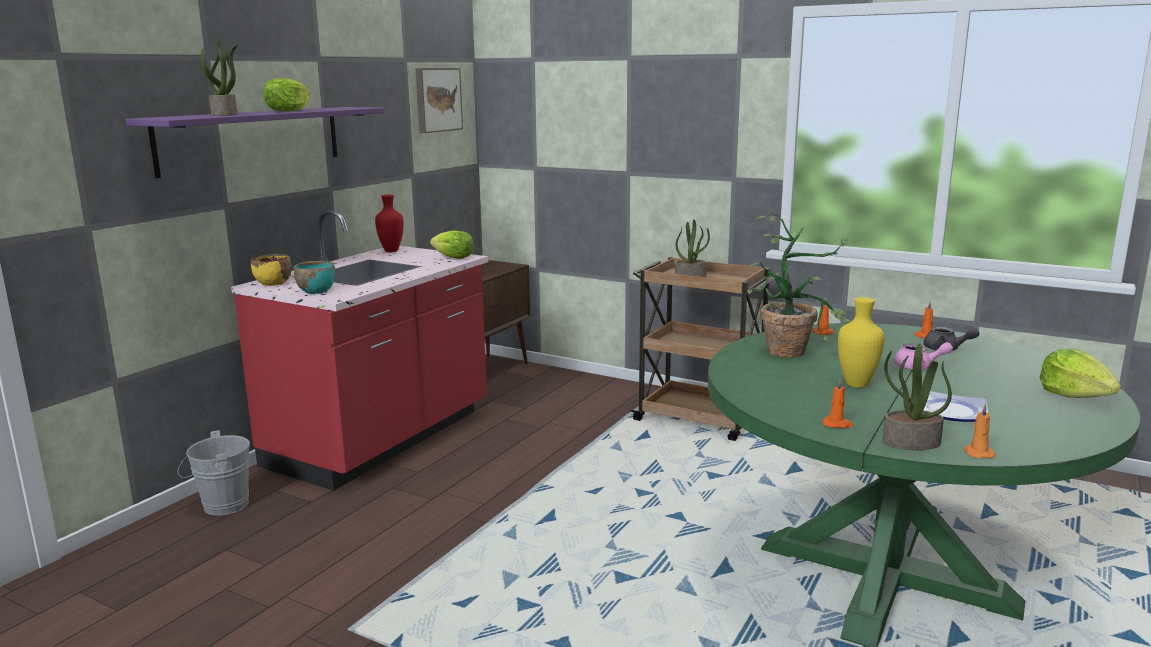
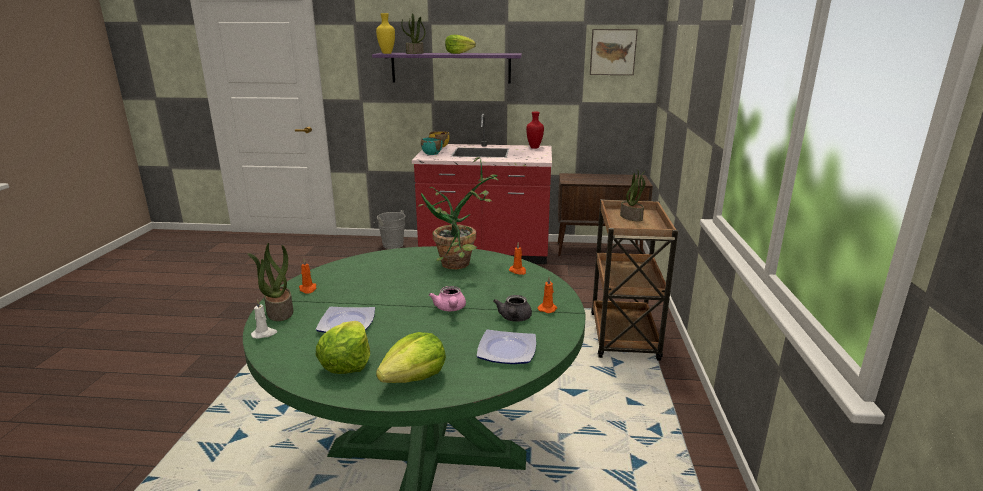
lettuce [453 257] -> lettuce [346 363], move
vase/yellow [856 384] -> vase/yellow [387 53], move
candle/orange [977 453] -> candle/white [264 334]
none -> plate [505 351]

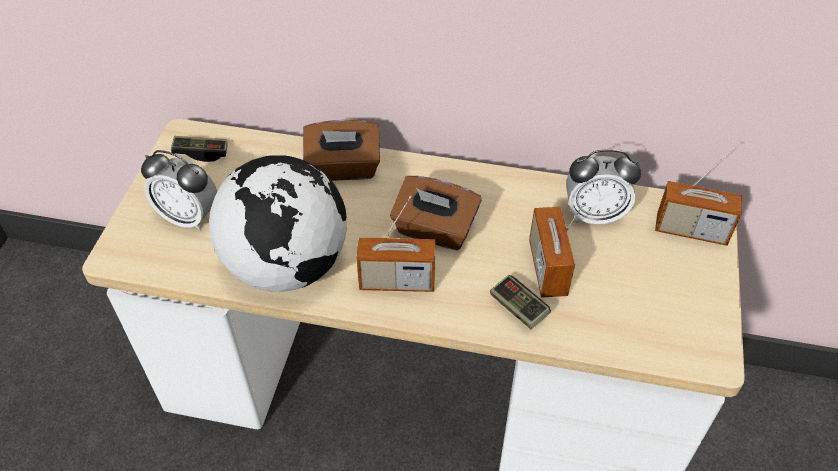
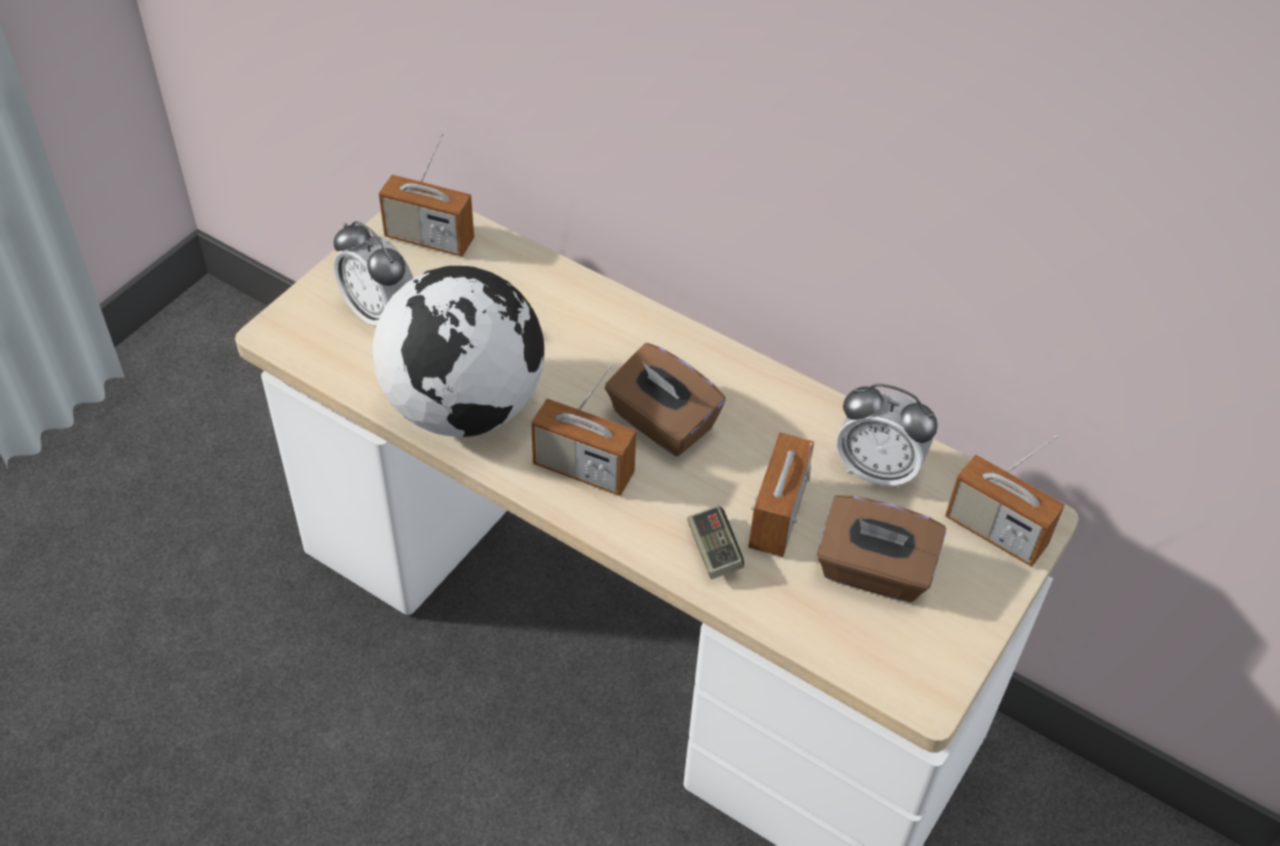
game controller [201 153] -> radio [429 239]
tissue box/brown [343 168] -> tissue box/brown [873 571], move

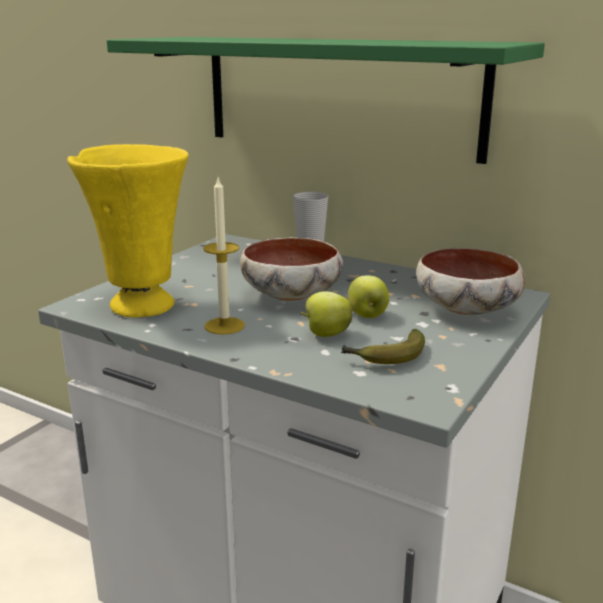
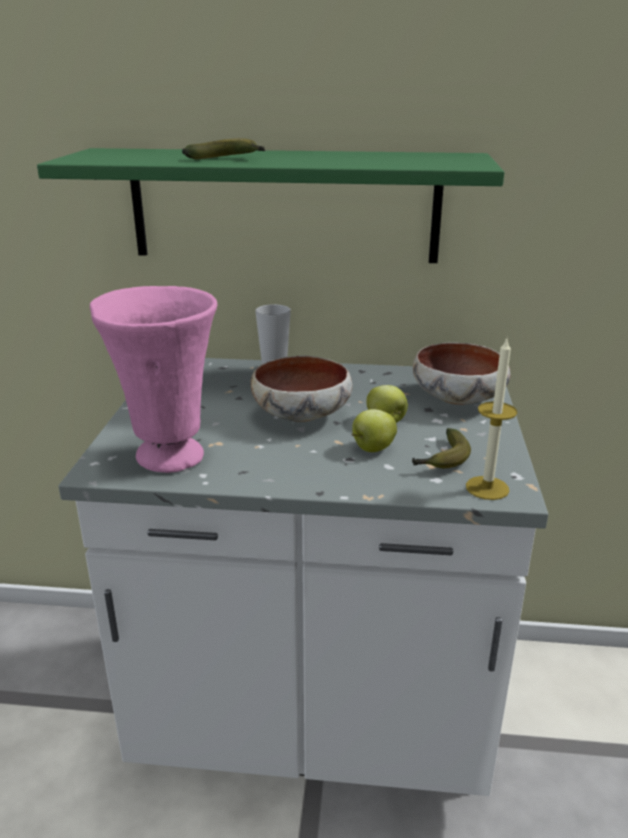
vase/yellow [142 305] -> vase/pink [168 455]
candle [224 326] -> candle [487 488], move
none -> banana [228 159]

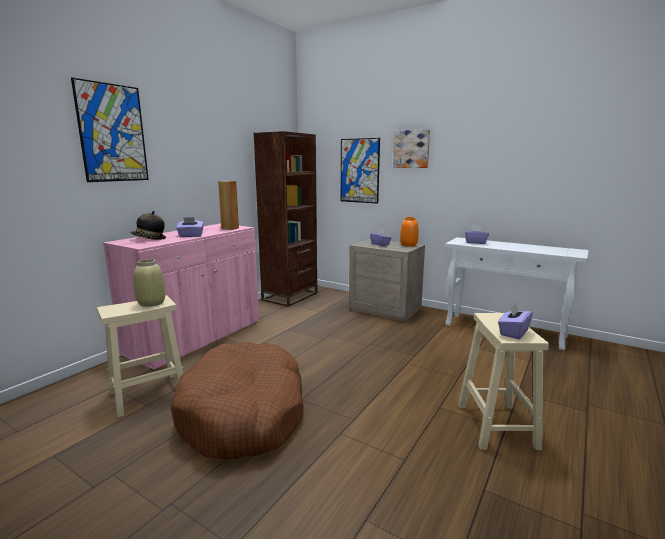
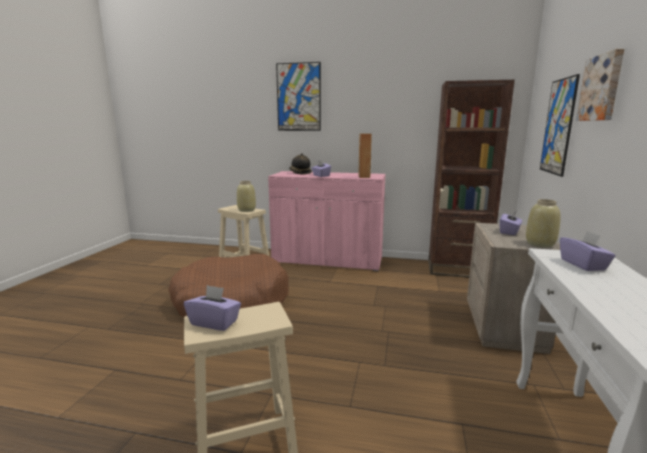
vase/orange [409 245] -> vase/beige [540 244]

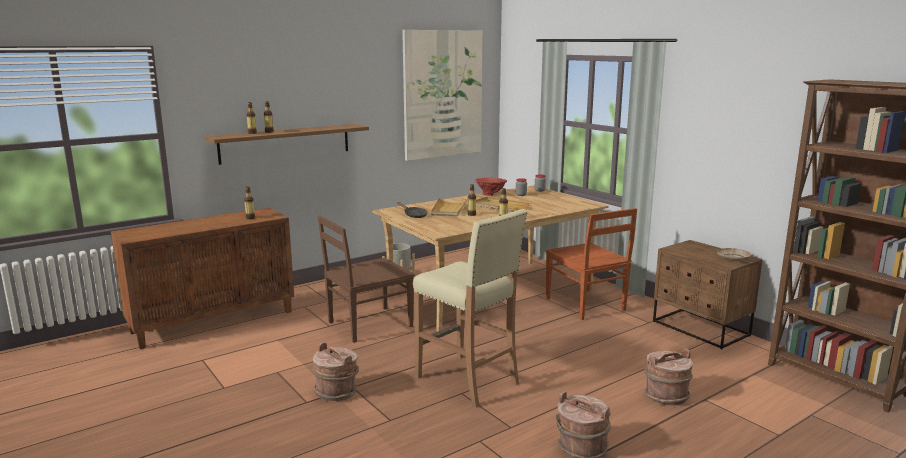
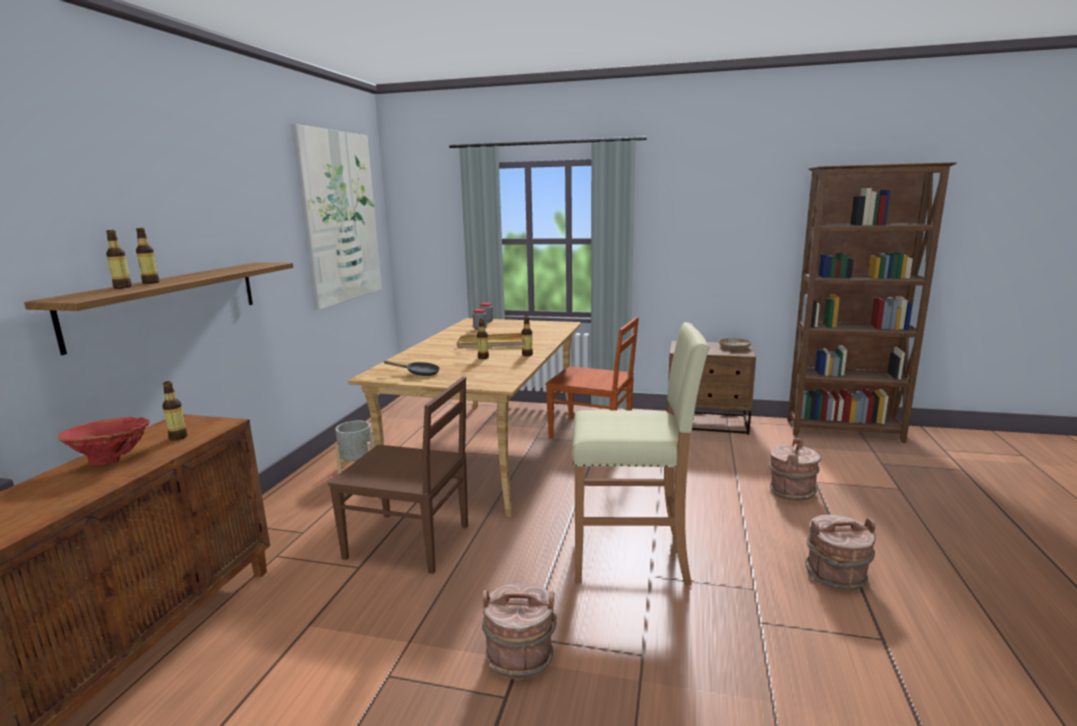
chair/brown [368 324] -> chair/brown [410 542], 90 degrees counterclockwise
tray/beige [449 209] -> none
vase/red [490 195] -> vase/red [112 461], move

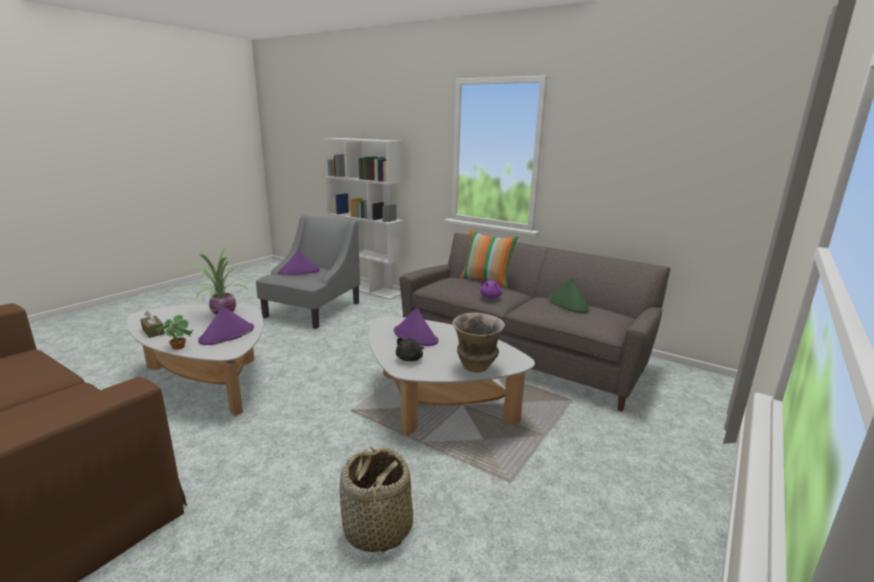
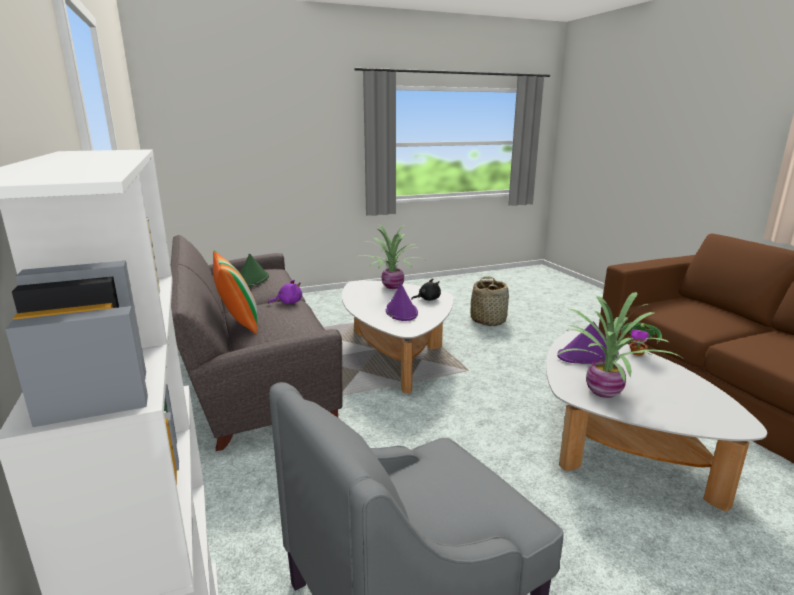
tissue box/brown [153 331] -> none
hat/purple [299 271] -> none
vase [476 368] -> potted plant [391 286]

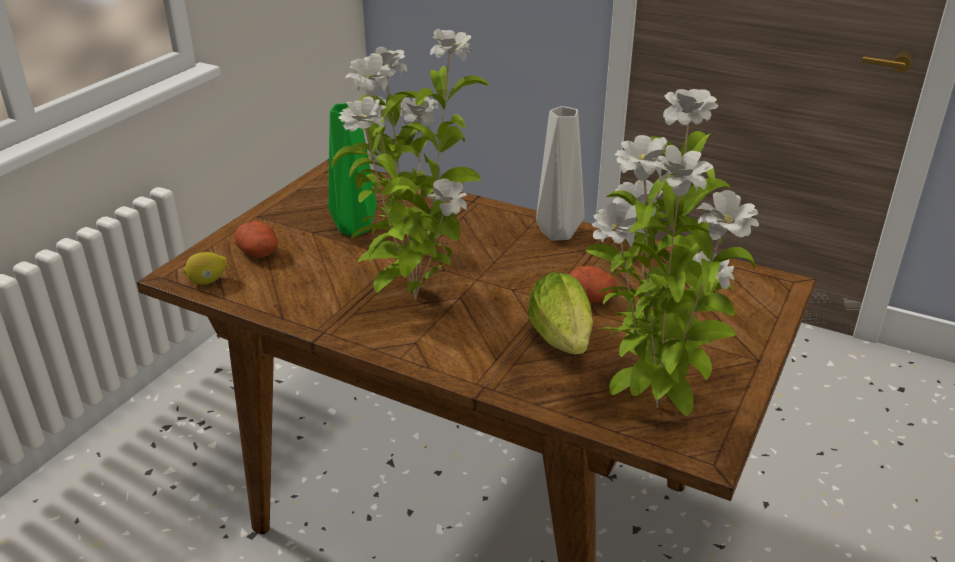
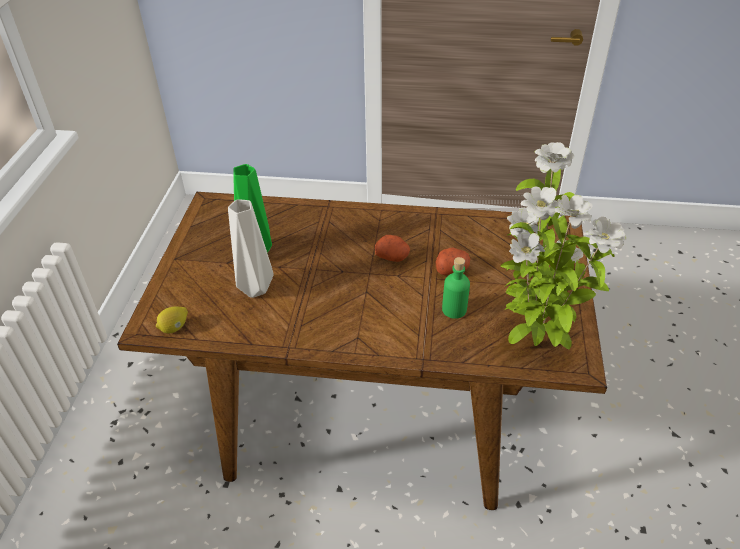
potato [259 253] -> potato [393 256], move
potted plant [412 297] -> none
lettuce [563 343] -> bottle/green [454 309]
vase/grey [558 235] -> vase/grey [255 290], move

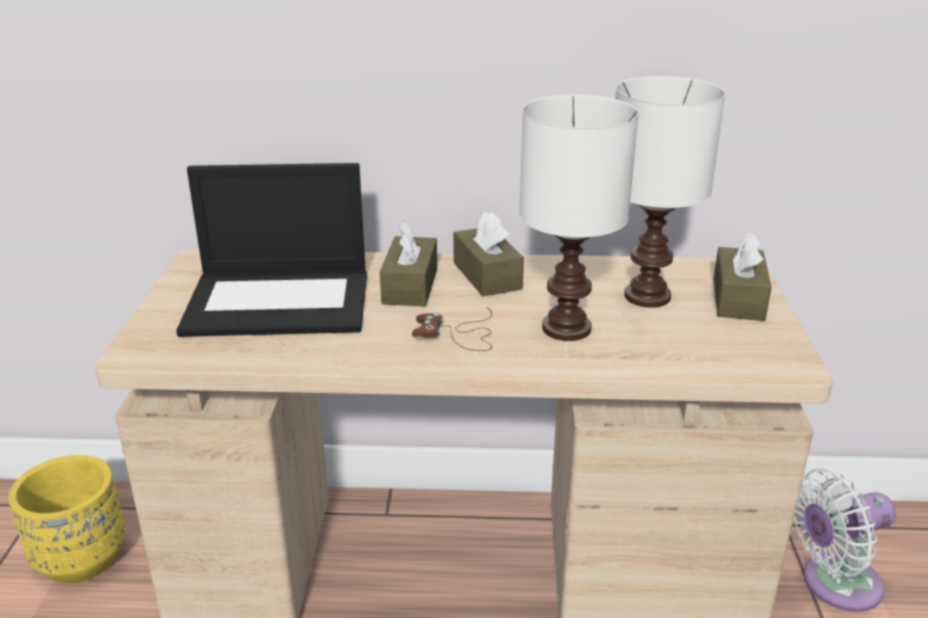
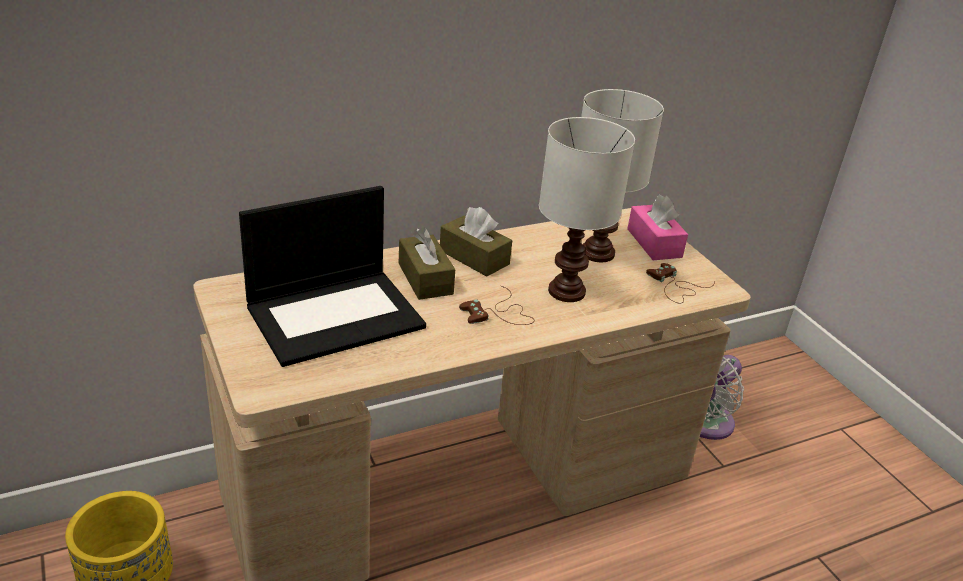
tissue box/brown [738 299] -> tissue box/pink [654 243]
none -> game controller/brown [675 287]

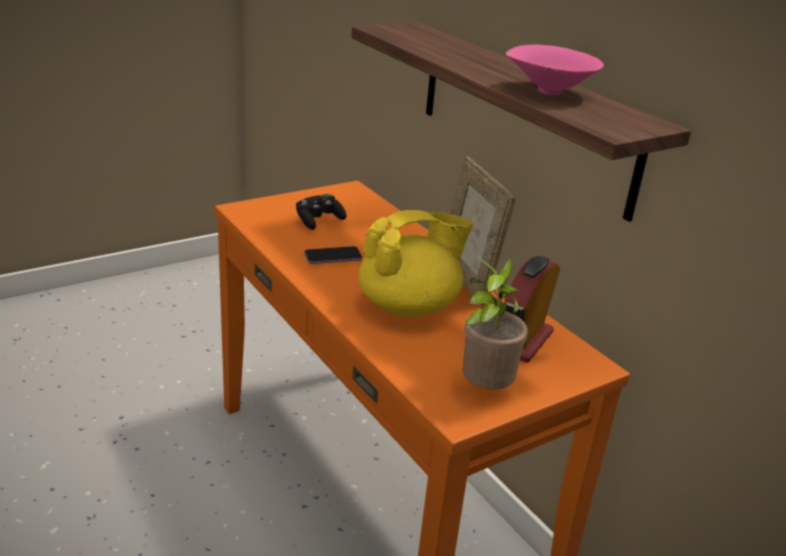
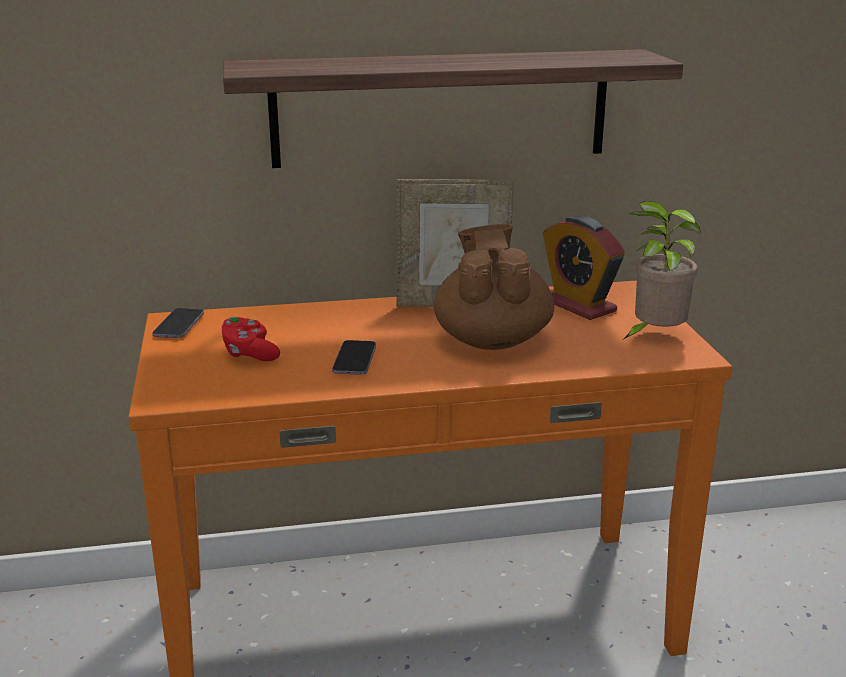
game controller/black [319 221] -> game controller/red [249 353]
teapot/yellow [409 306] -> teapot/brown [492 340]
bowl/pink [547 92] -> none
none -> phone [179 325]

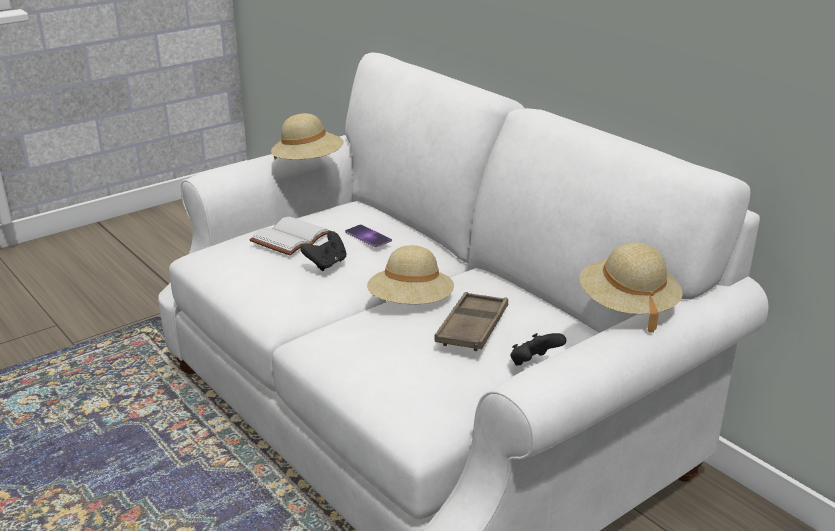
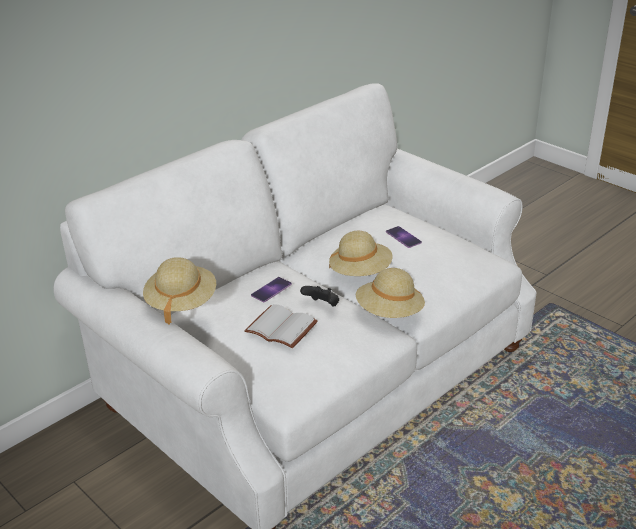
tray/brown [472 327] -> phone [403 237]
game controller/black [534 363] -> none
hat/beige [627 307] -> hat/beige [389 312], move

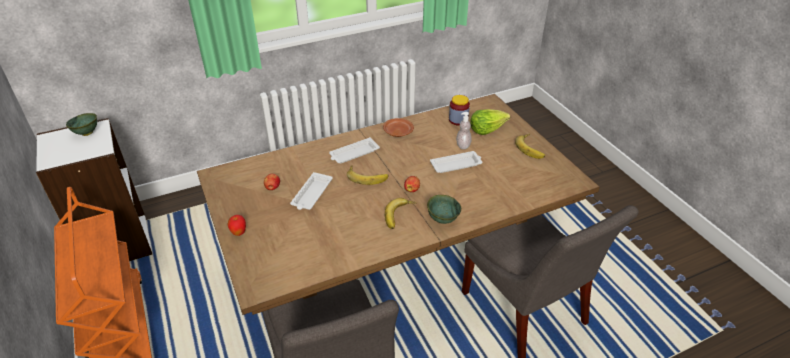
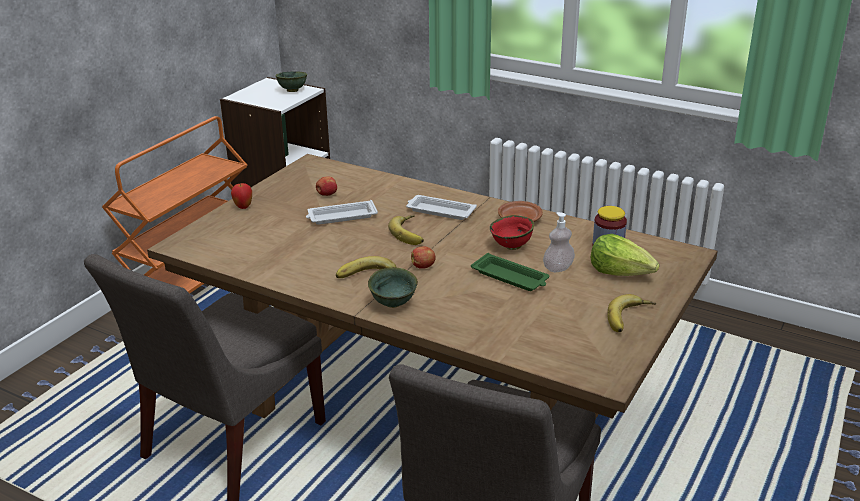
tray/white [456 165] -> tray/green [511 277]
none -> bowl/red [512 247]

